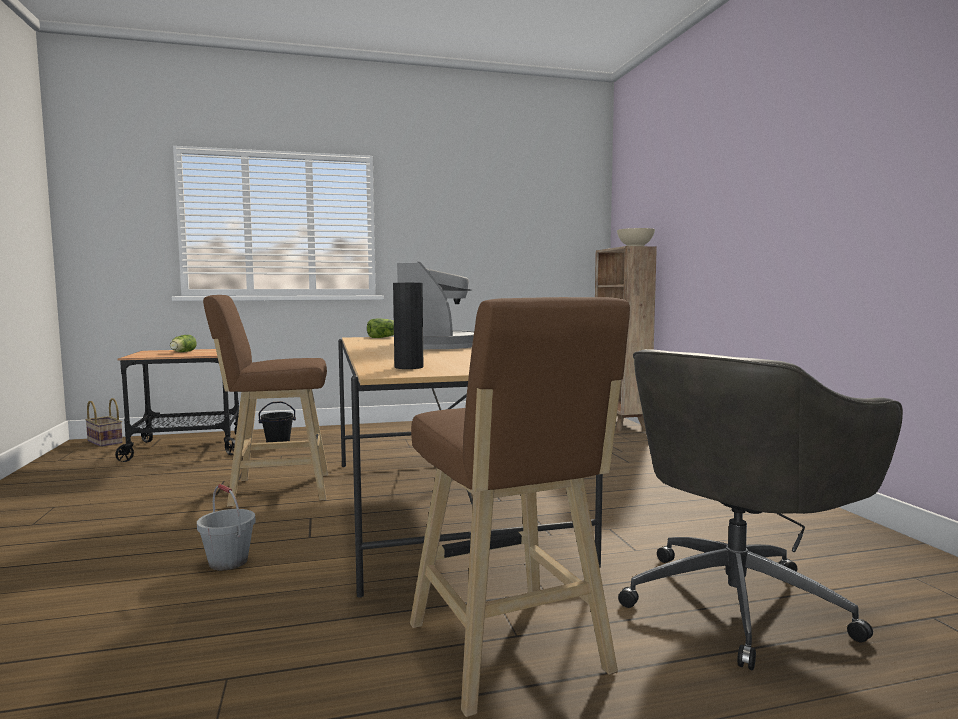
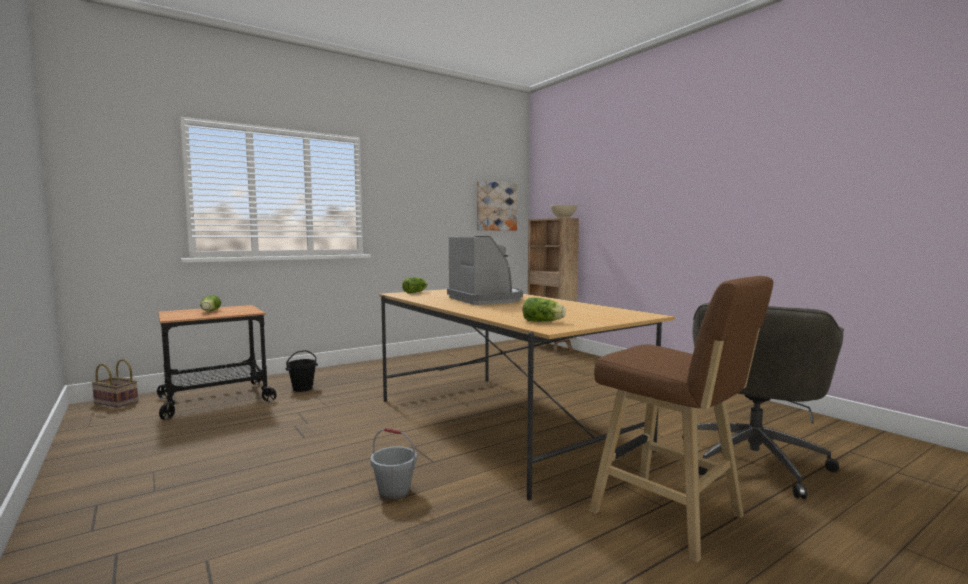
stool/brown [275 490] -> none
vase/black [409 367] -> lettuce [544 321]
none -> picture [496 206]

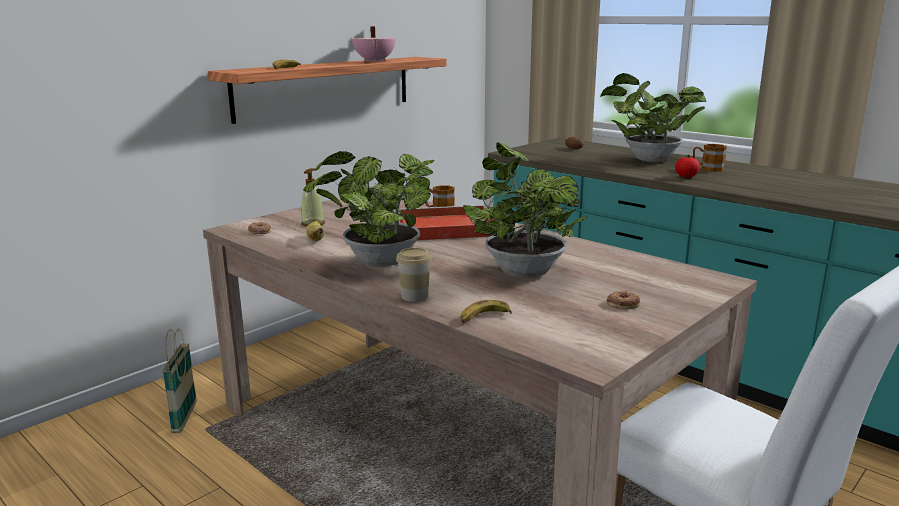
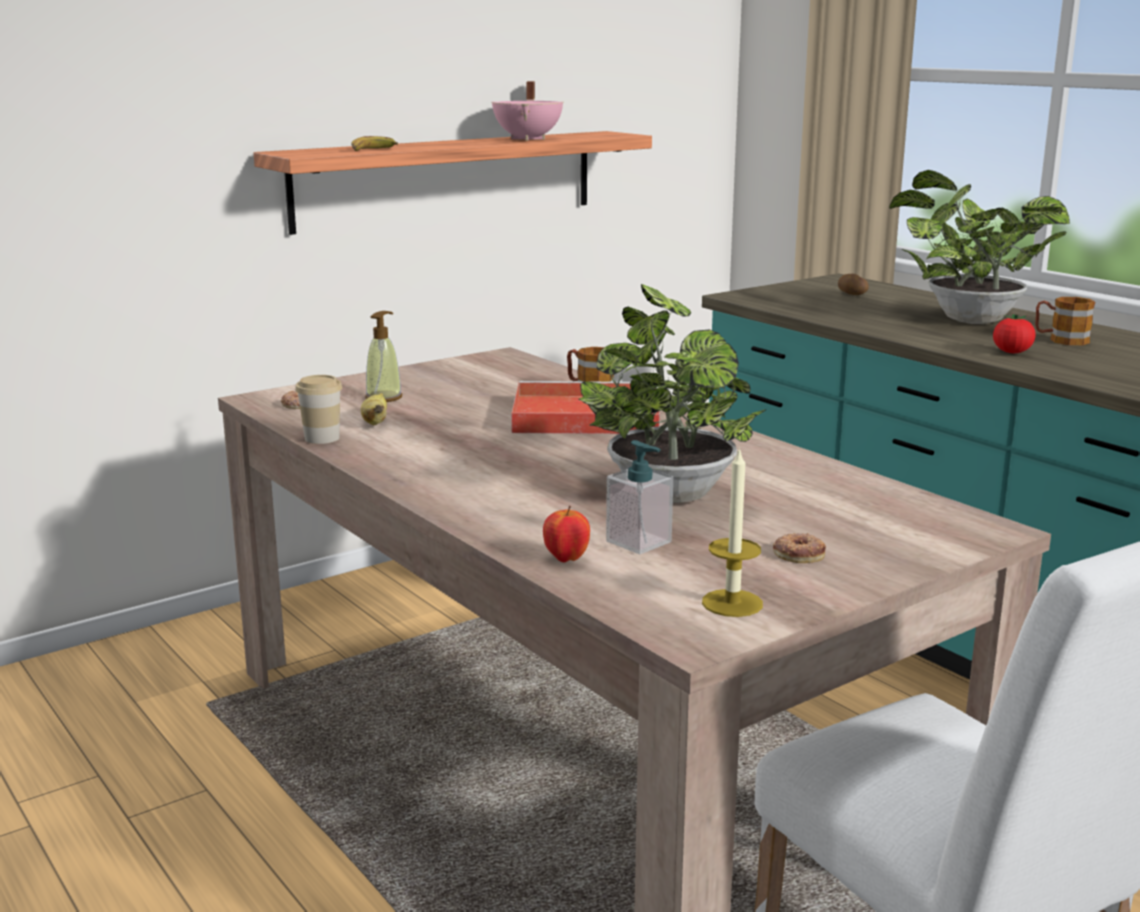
basket [185 417] -> none
potted plant [377 263] -> none
cup [414 296] -> cup [322 438], move
banana [483 318] -> apple [566 559]
none -> soap dispenser [639 542]
none -> candle [732 603]

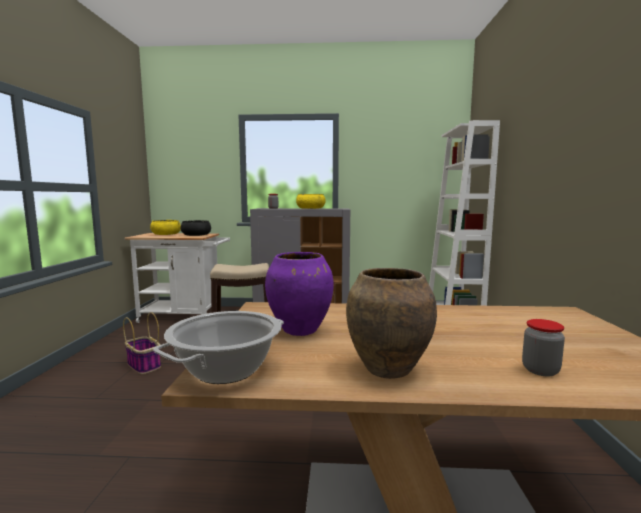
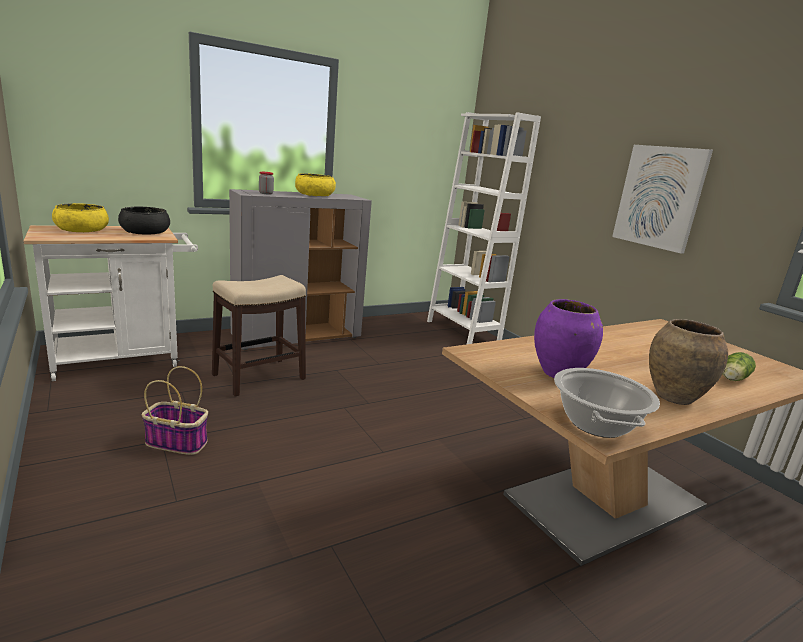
jar [540 370] -> lettuce [732 379]
none -> picture [659 197]

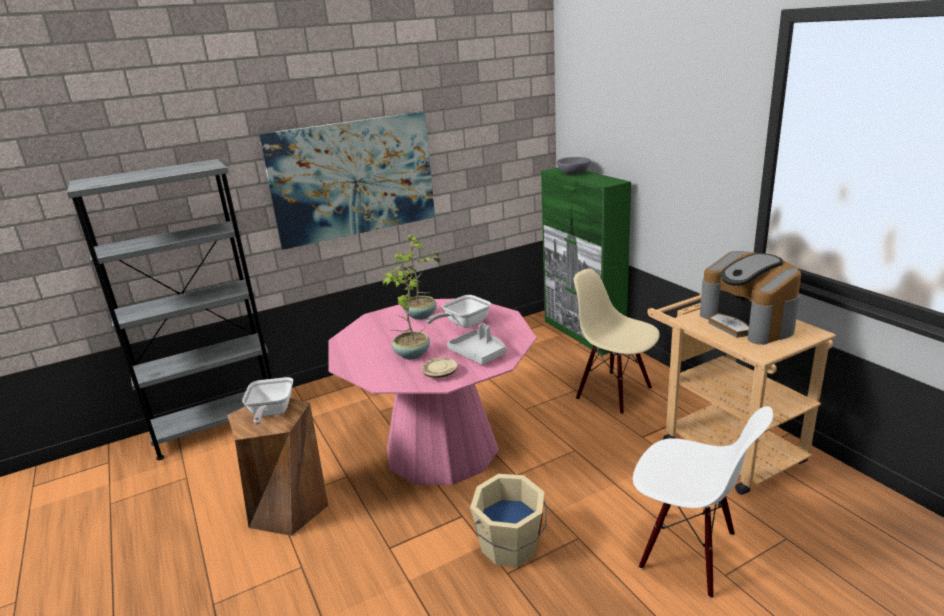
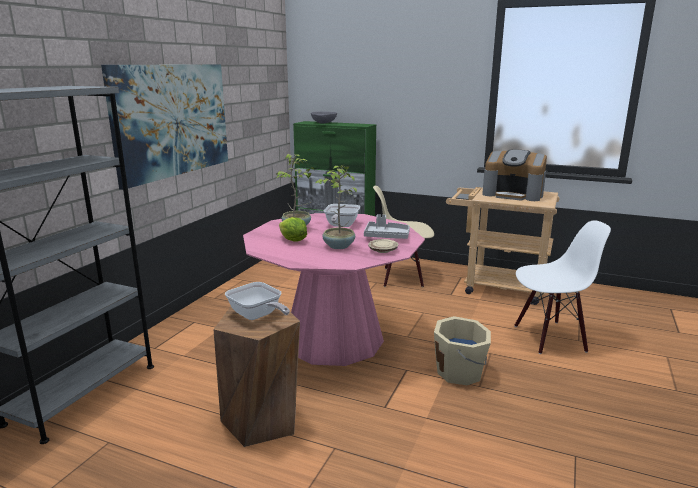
none -> lettuce [292 240]

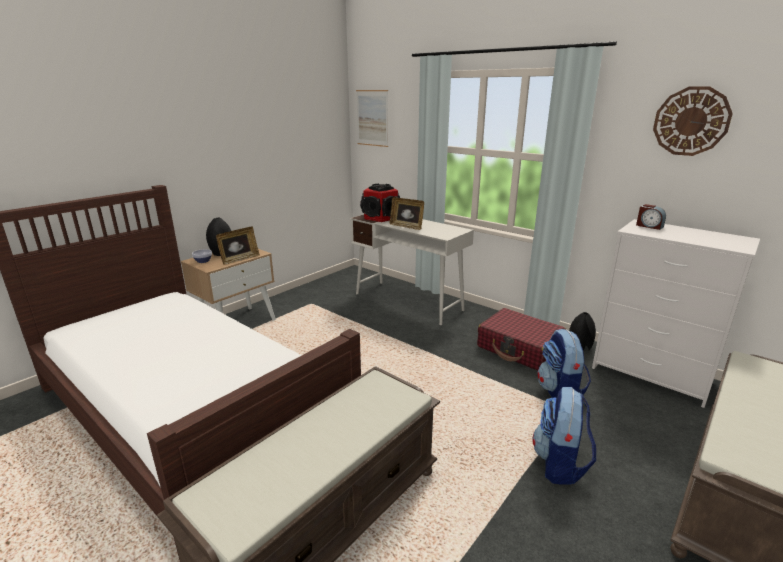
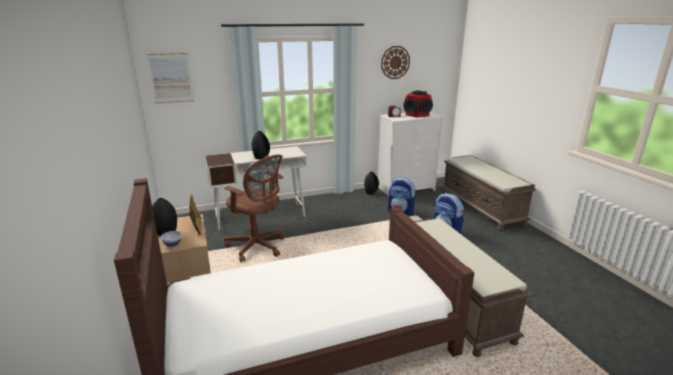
speaker [380 217] -> speaker [416 114], move
picture frame [406 226] -> vase/black [261 157]
suitcase/red [519 348] -> none
none -> office chair/brown [257 247]

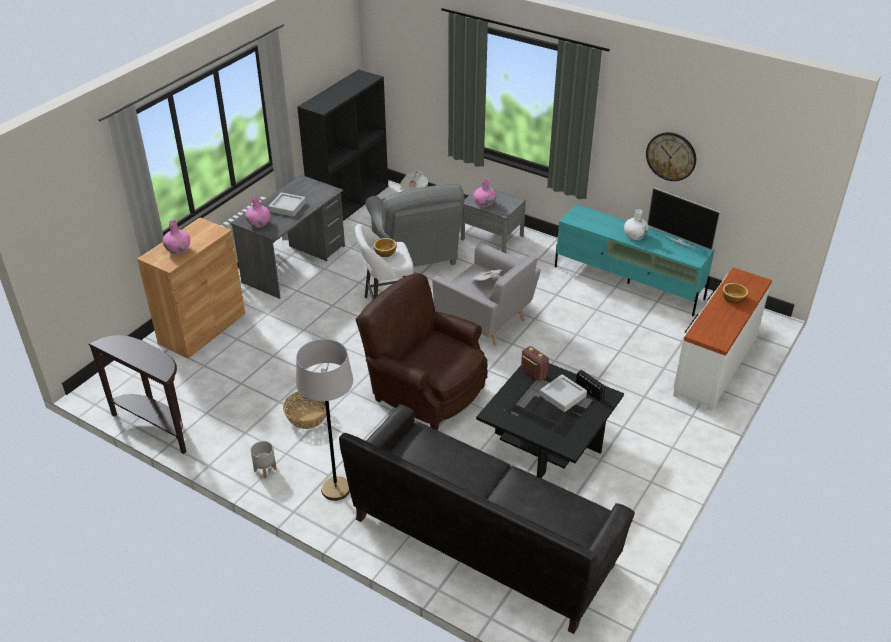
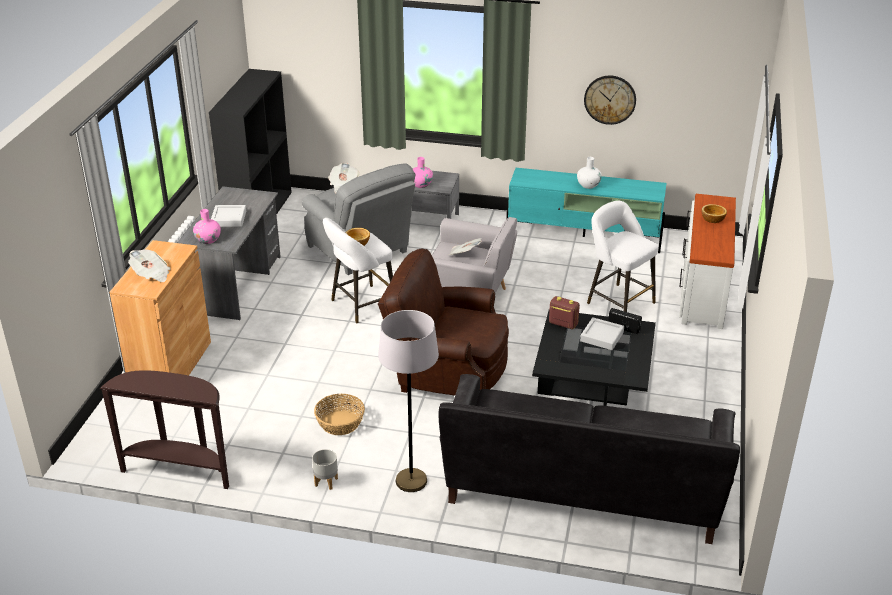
vase/pink [178 250] -> newspaper [151 275]
television [679 241] -> none
none -> stool/white [617 302]

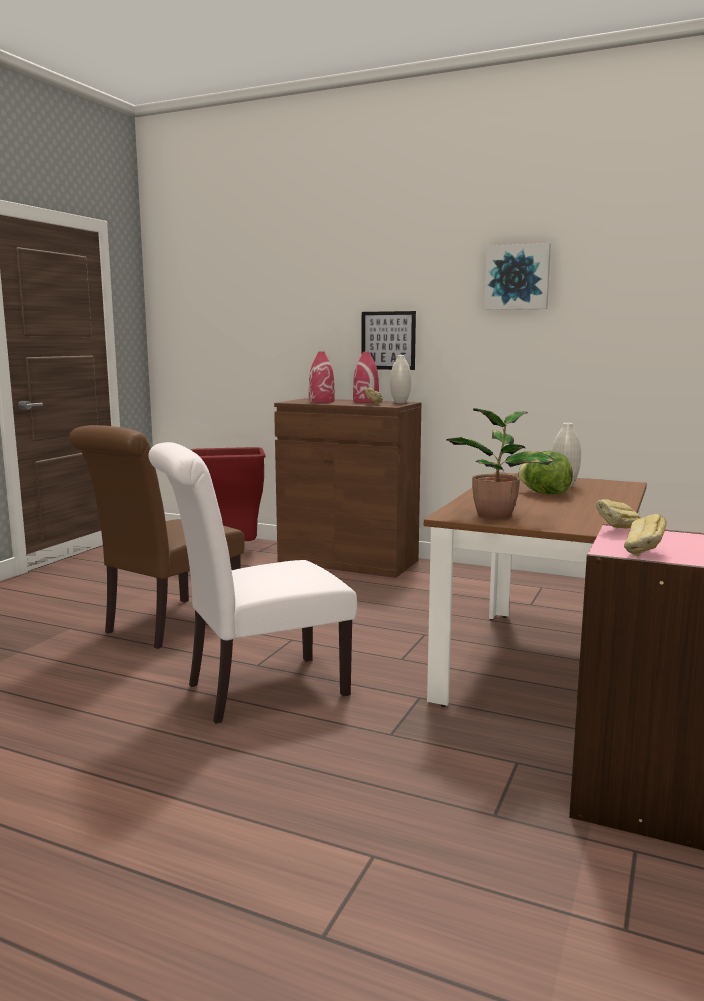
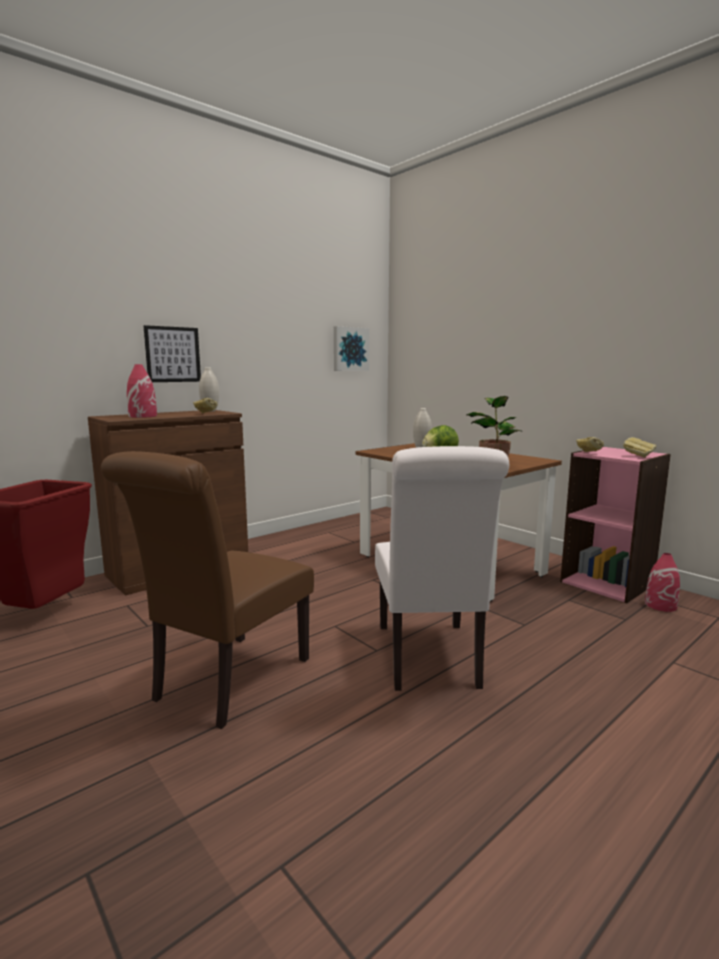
chair/brown [166 625] -> chair/brown [226 682], 60 degrees clockwise
vase/red [366 401] -> vase/red [661 605], move
picture [517 277] -> picture [350 349], move

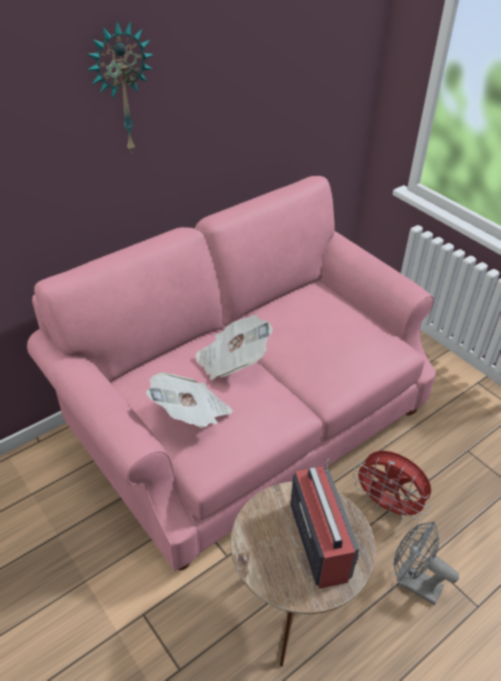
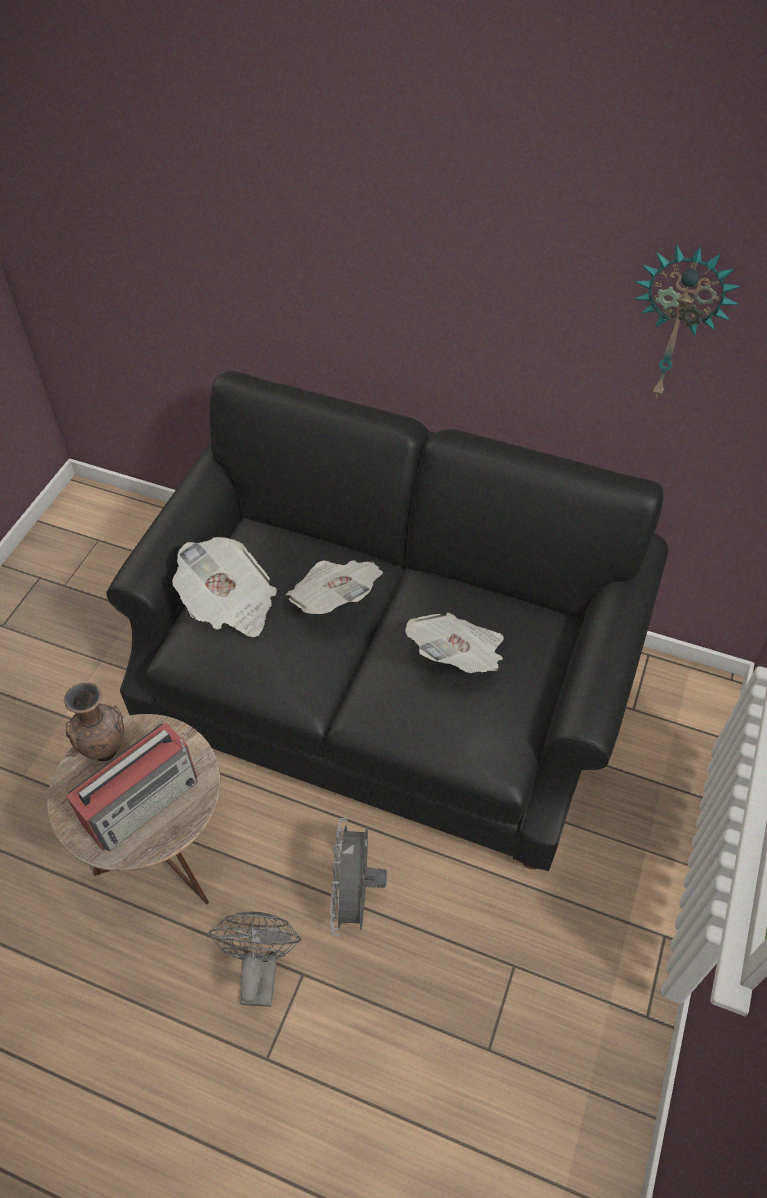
sofa/pink [248 420] -> sofa/black [386 688]
wall clock [121 90] -> wall clock [677 322], move
fan/red [388 505] -> fan/grey [355 898]
none -> vase/brown [106 749]
none -> newspaper [458 657]

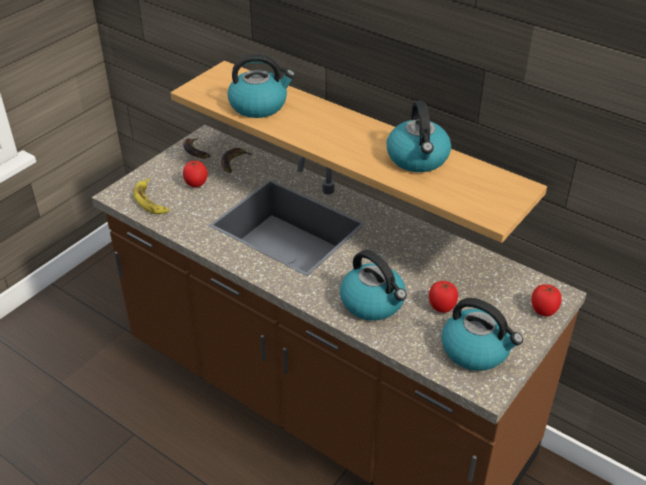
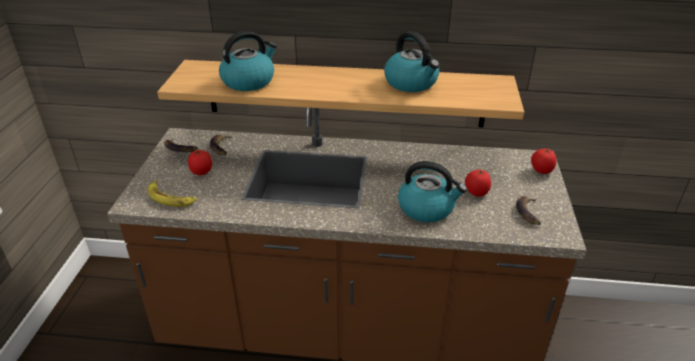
kettle [476 350] -> banana [528 212]

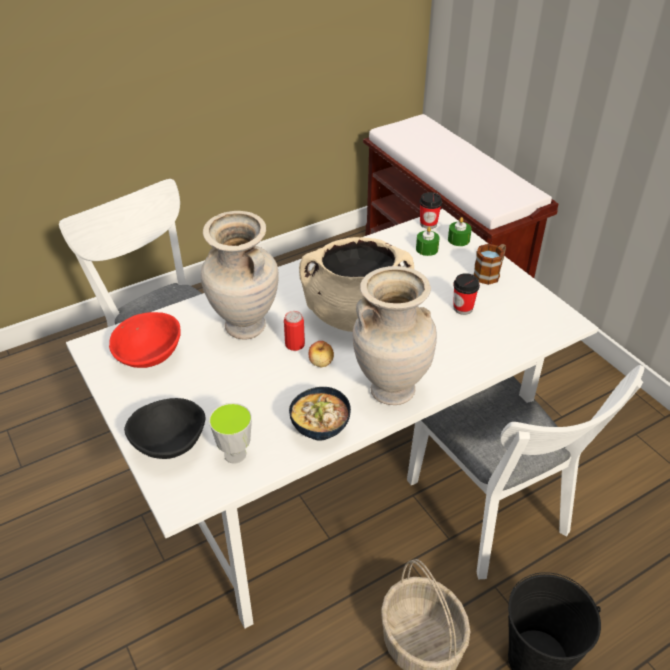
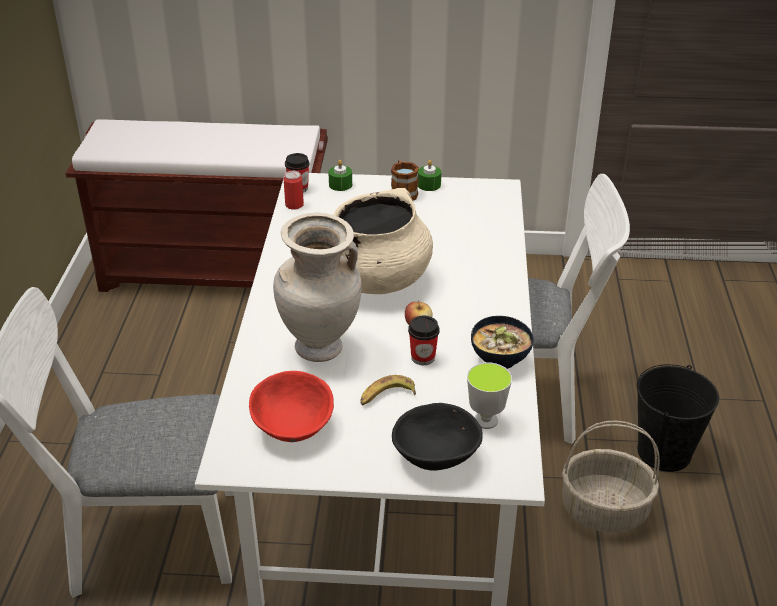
can [295 344] -> can [294 205], move
vase/beige [391 390] -> none
candle/green [427 249] -> candle/green [429 185], move
cup [463 308] -> cup [423 357], move
none -> banana [386 396]

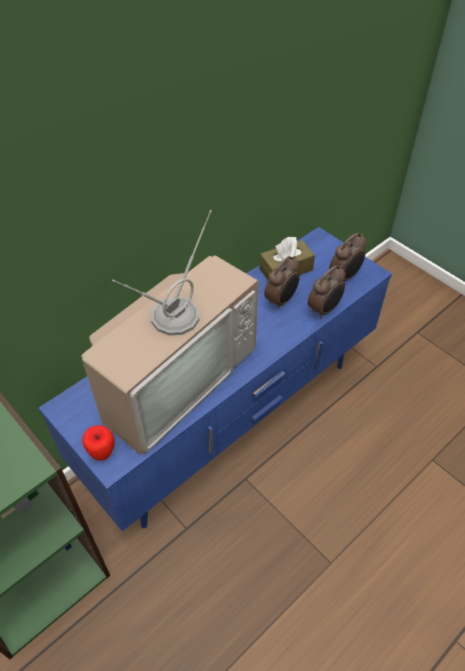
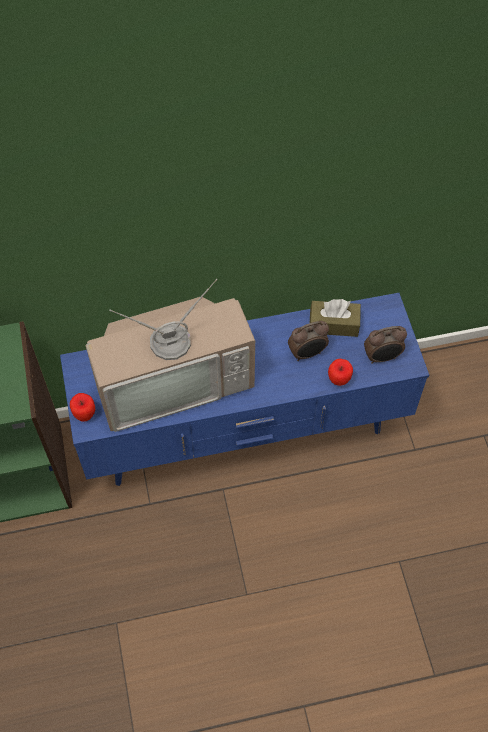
alarm clock [324 310] -> apple [338 381]

